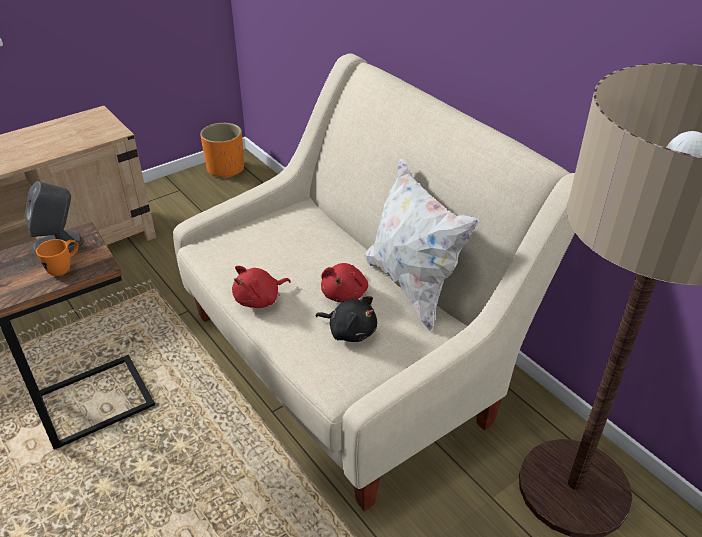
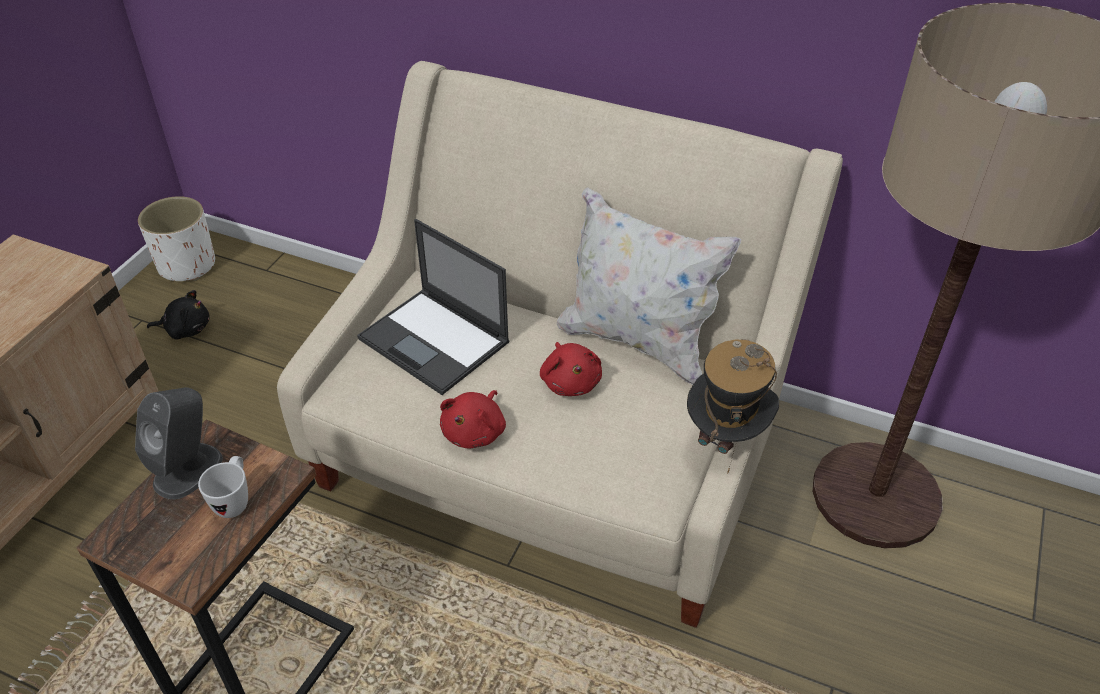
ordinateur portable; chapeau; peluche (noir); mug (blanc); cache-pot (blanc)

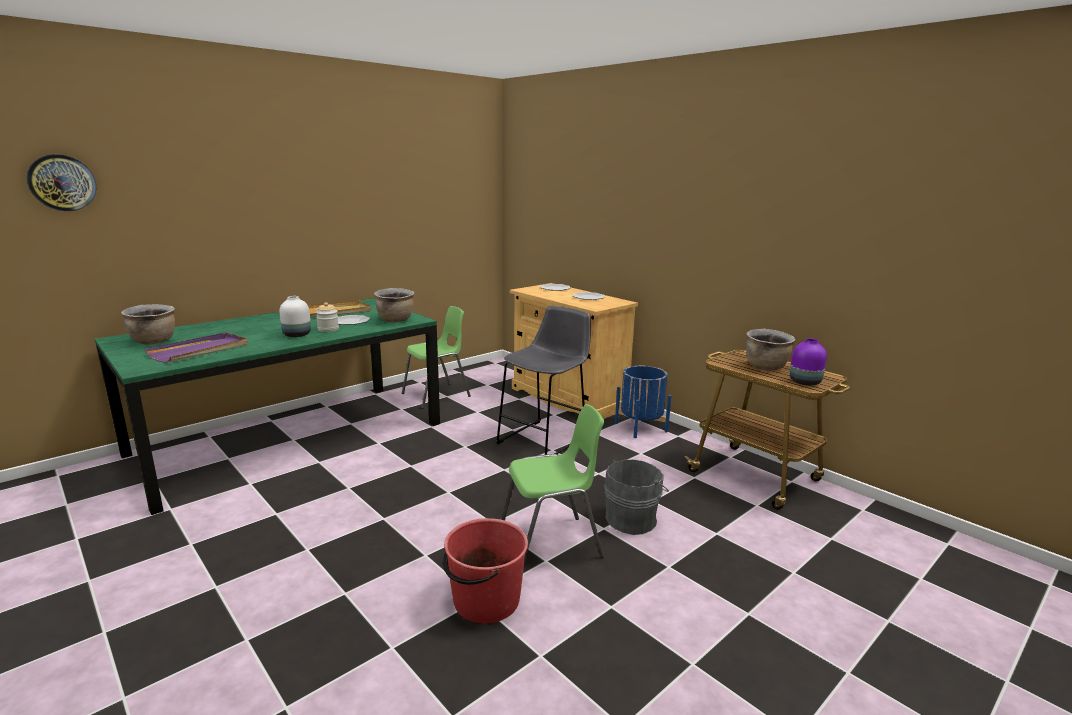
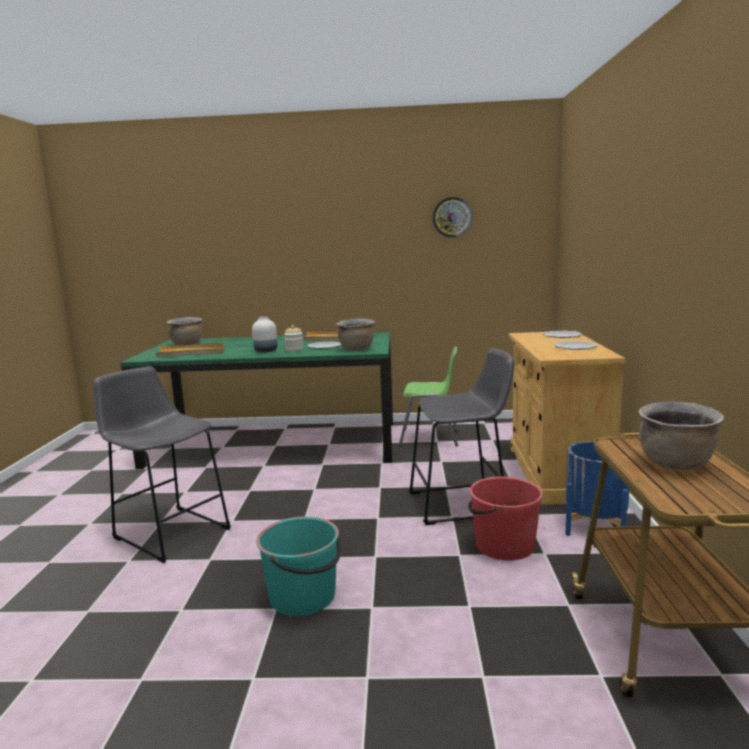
seau (gris); vase (violet); tabouret (gris) (no. 1 from left); horloge murale; seau (rouge); seau (turquoise); plateau (beige) (no. 1 from left)

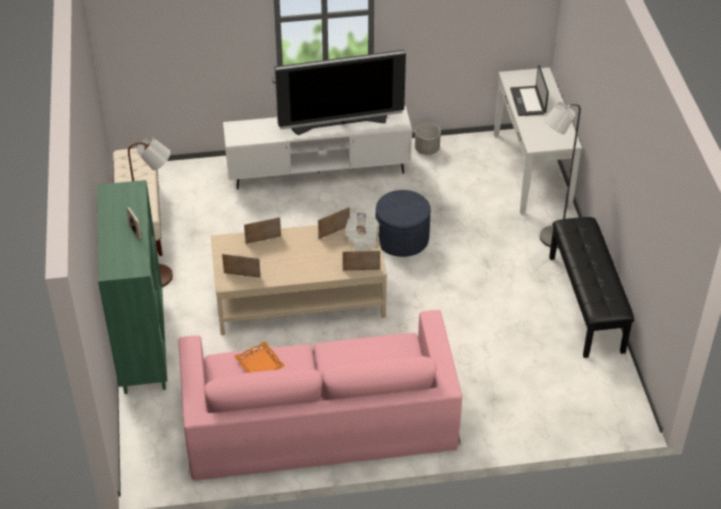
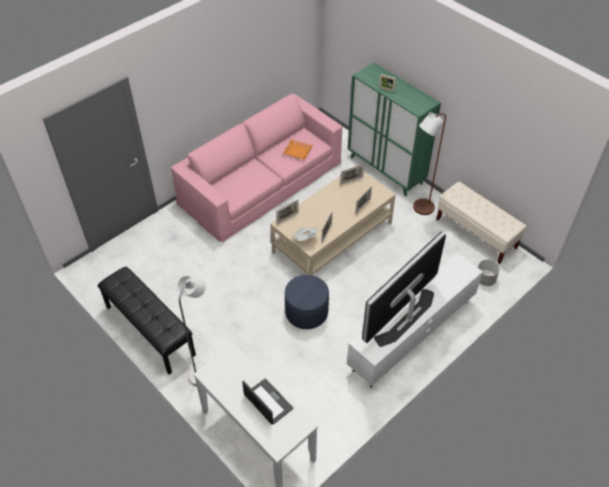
cache-pot (gris)

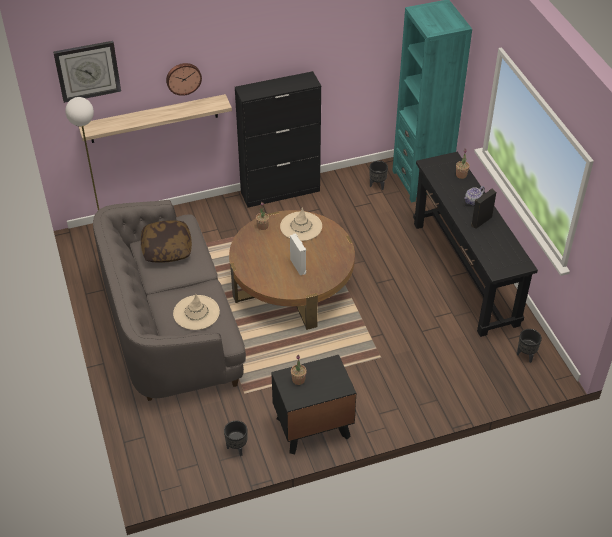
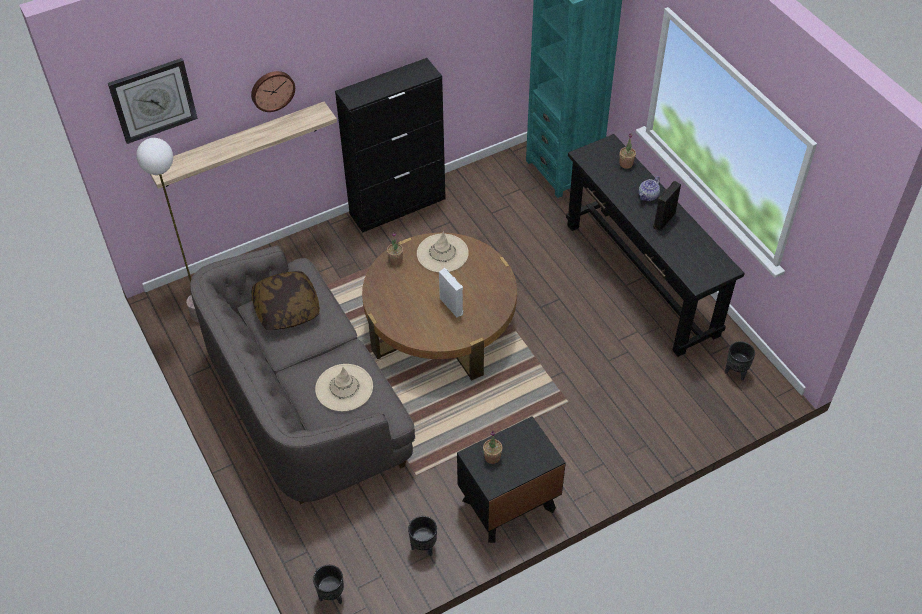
cache-pot (noir) (no. 1 from left)

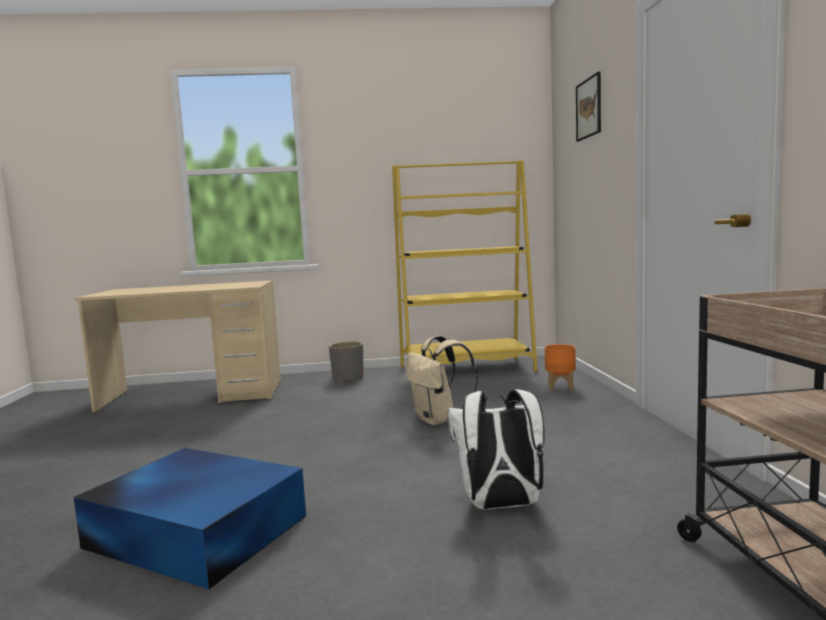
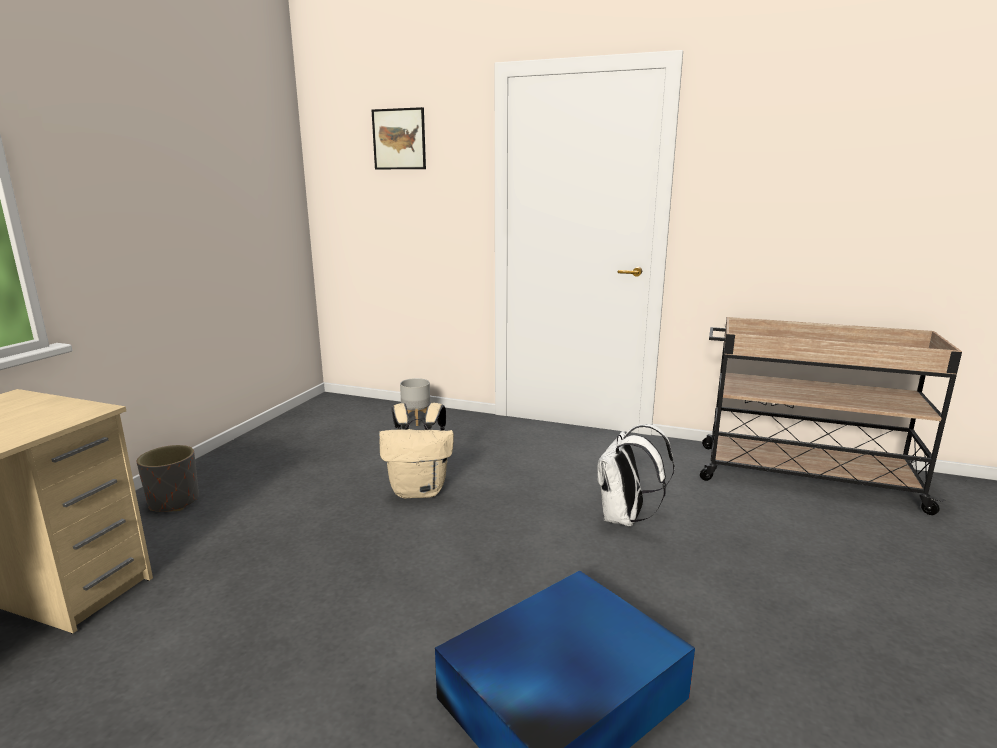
bibliothèque (jaune); cache-pot (gris) (no. 2 from left)

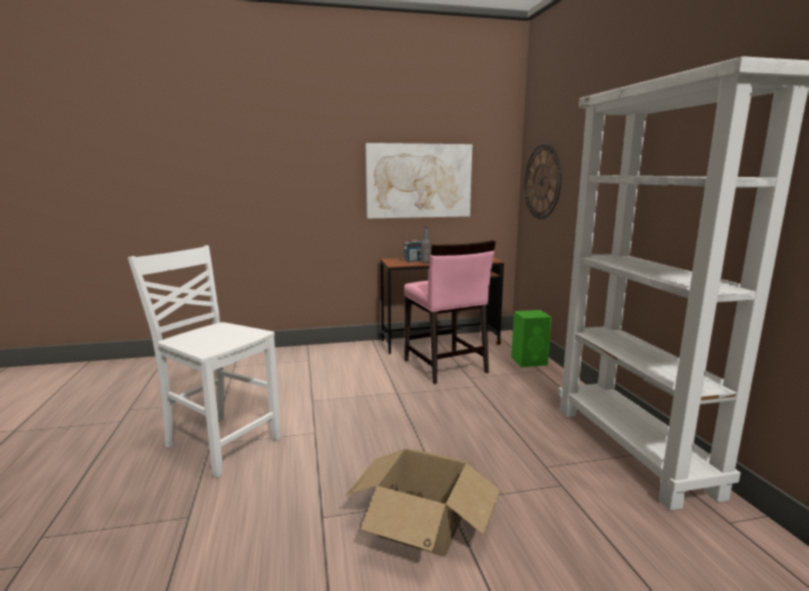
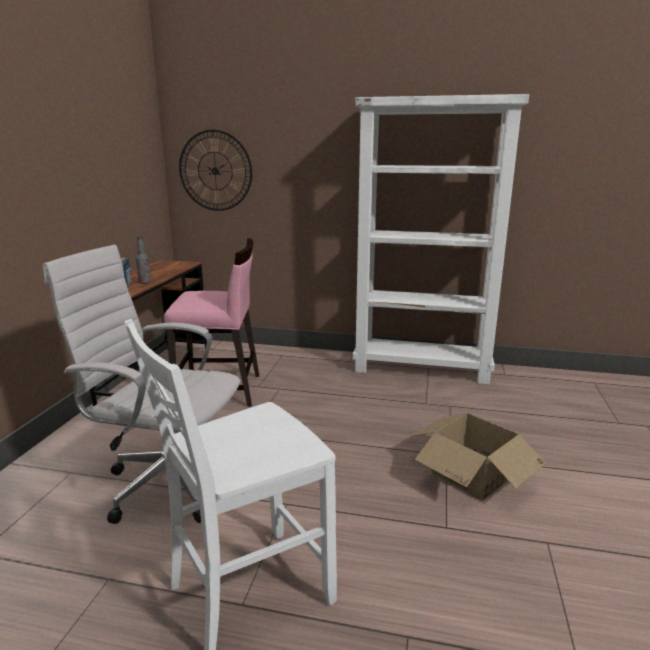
tableau; enceinte (vert); chaise de bureau (blanc)

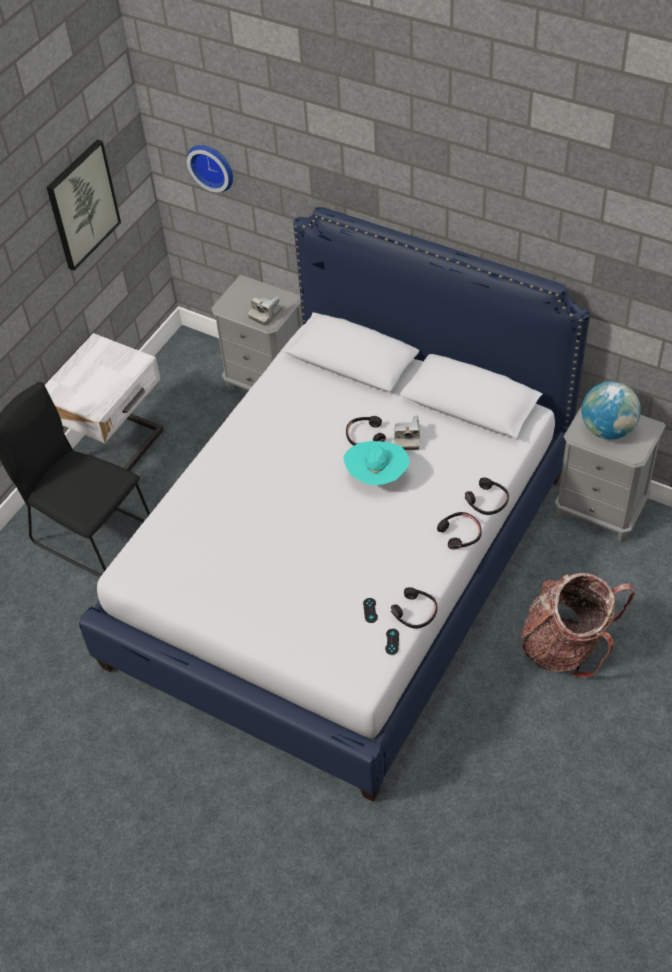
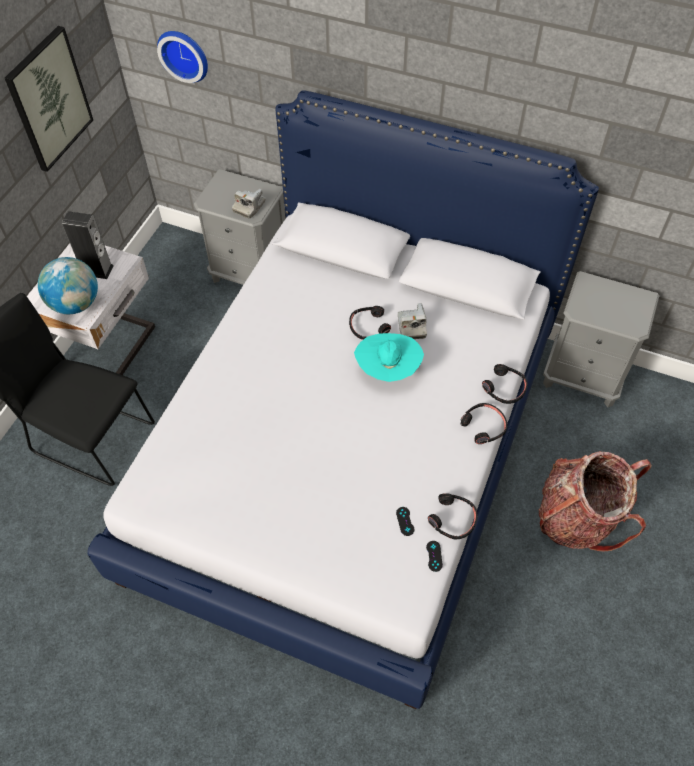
enceinte; globe

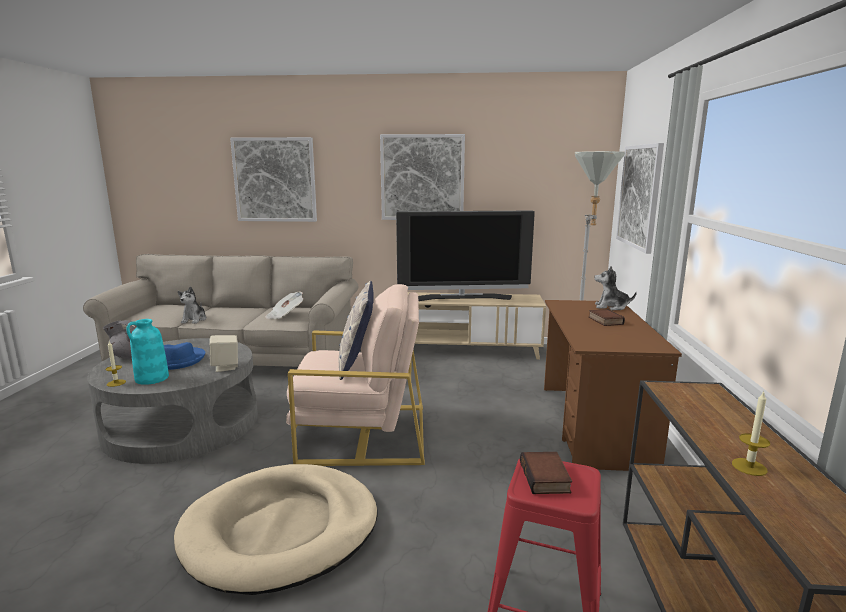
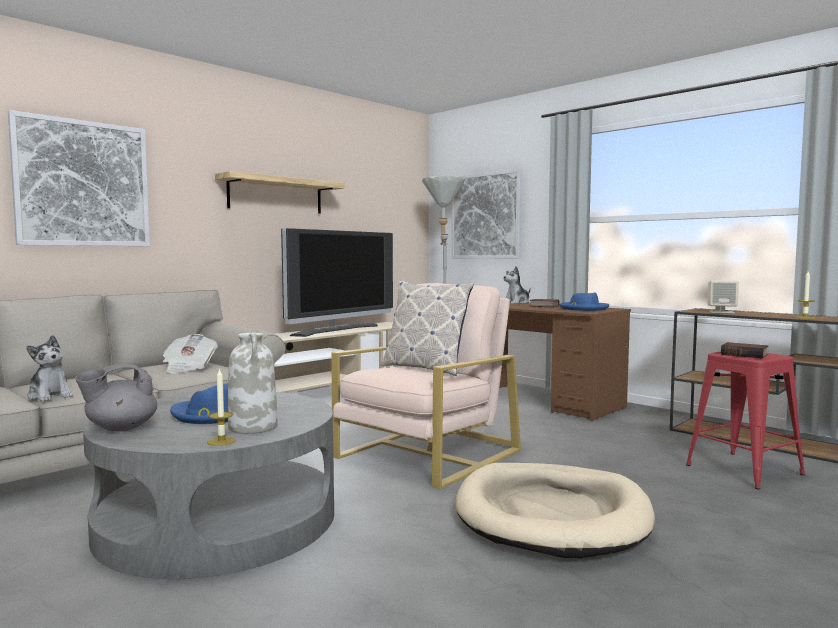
chapeau (bleu) (no. 2 from left); enceinte (beige); étagère; vase (blanc)

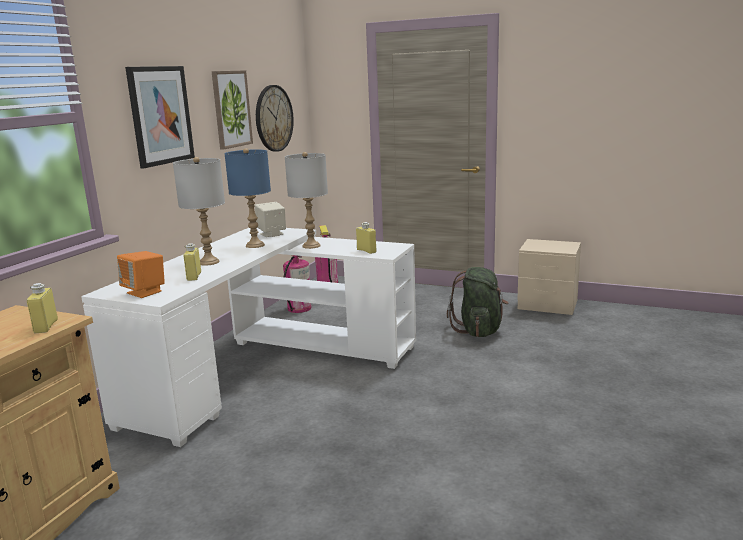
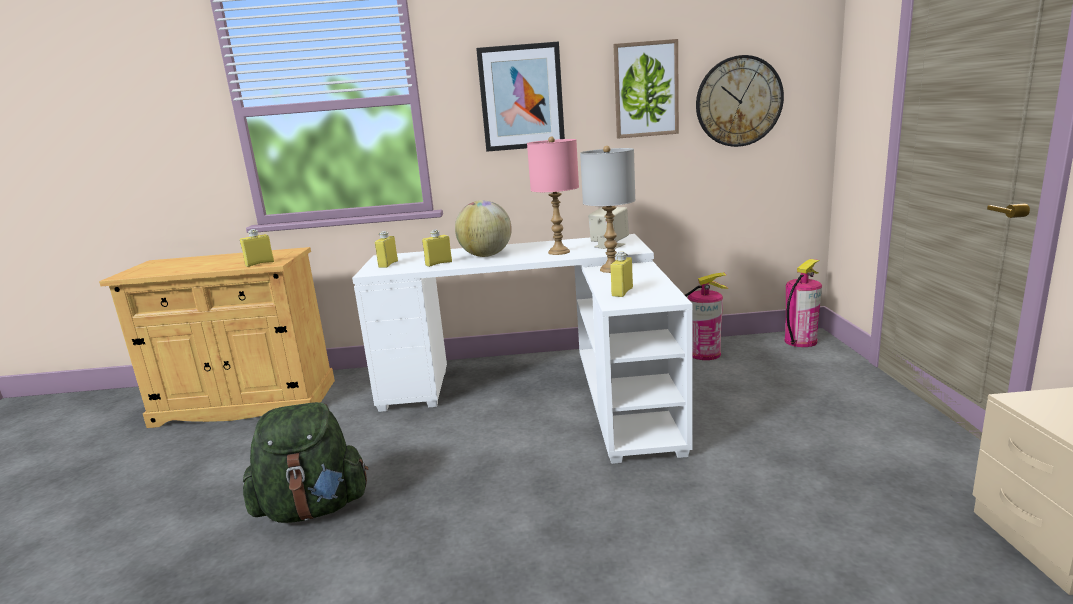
sac à dos (vert); bouteille (jaune) (no. 2 from left); globe; lampe de table (rose)

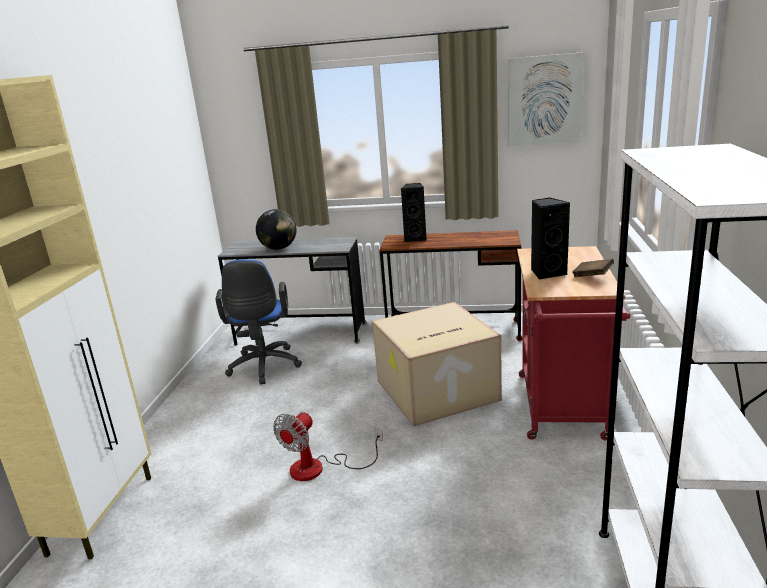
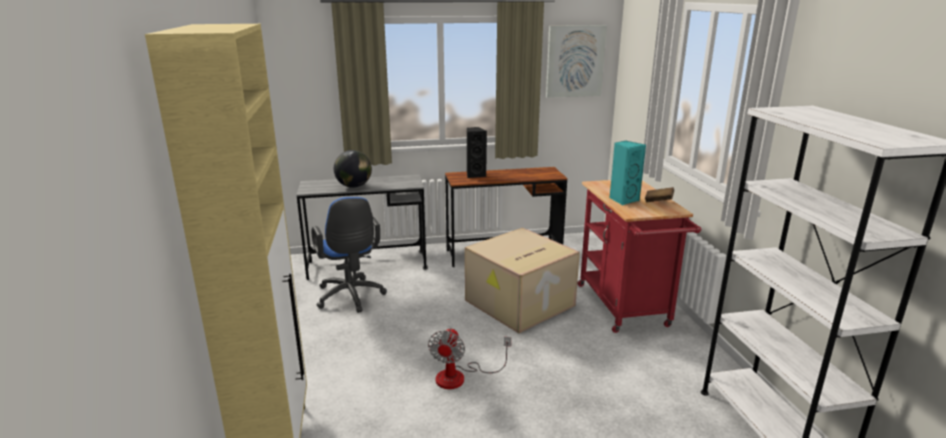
enceinte (turquoise)

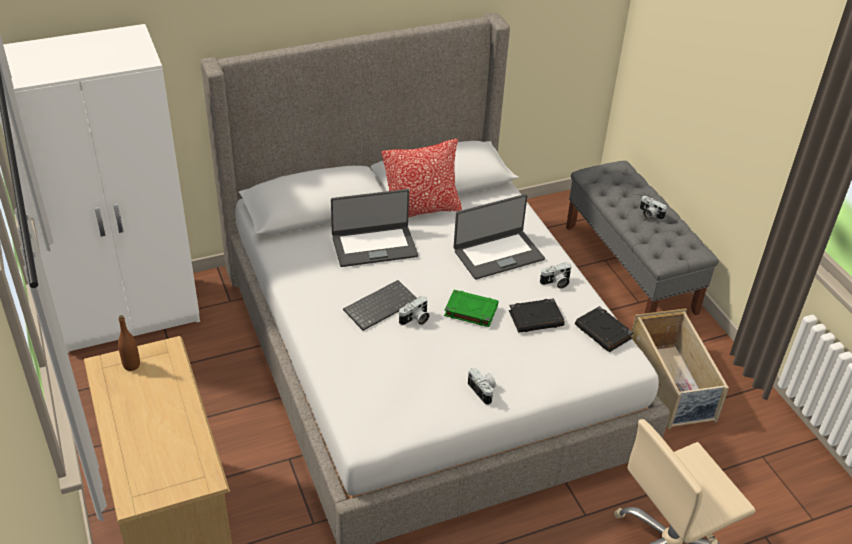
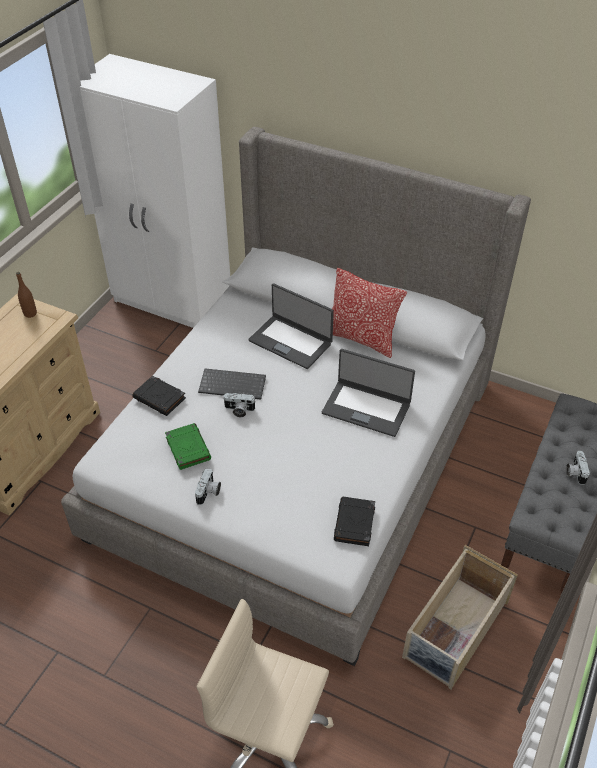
appareil photo (no. 3 from left in the first image); livre (vert); livre (noir) (no. 1 from left)

